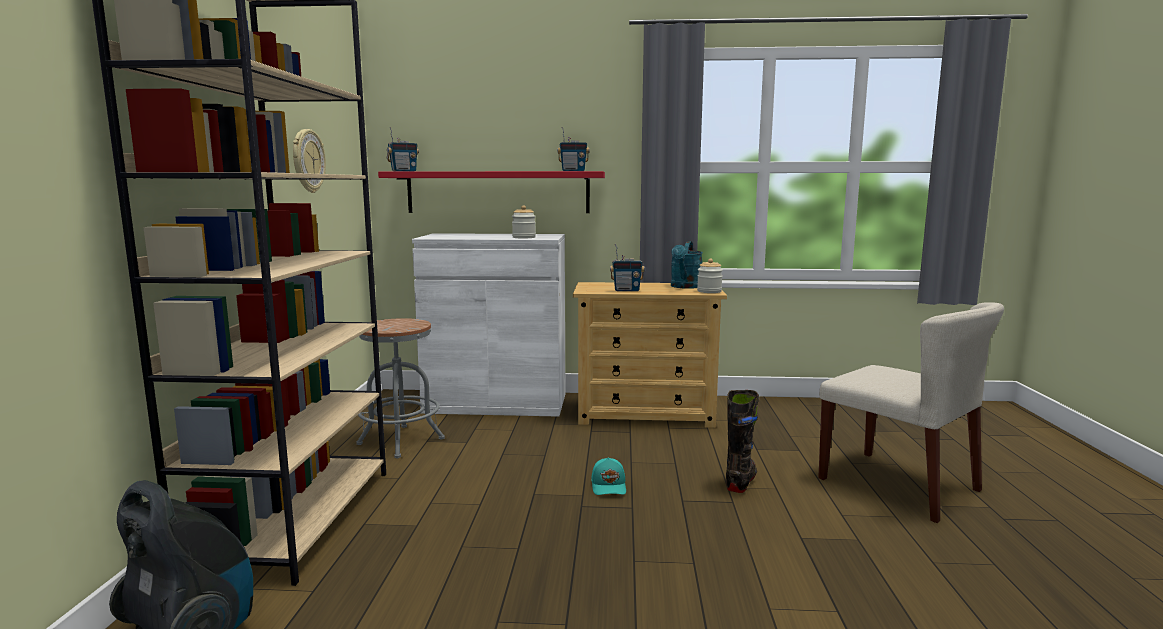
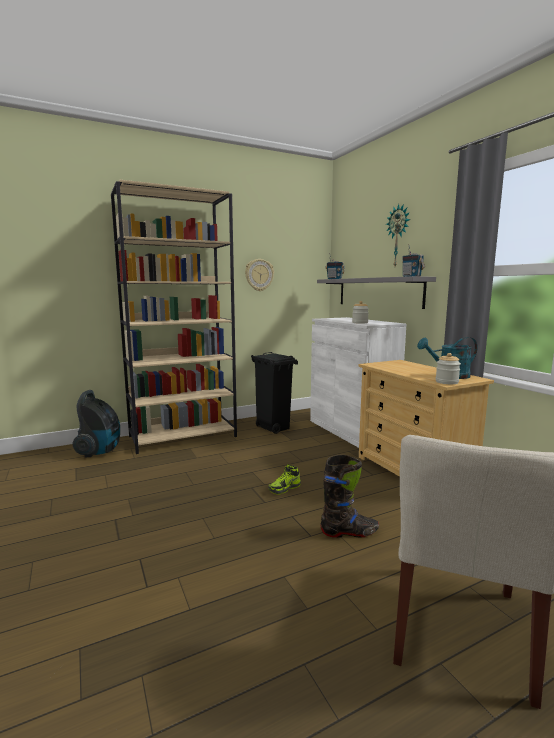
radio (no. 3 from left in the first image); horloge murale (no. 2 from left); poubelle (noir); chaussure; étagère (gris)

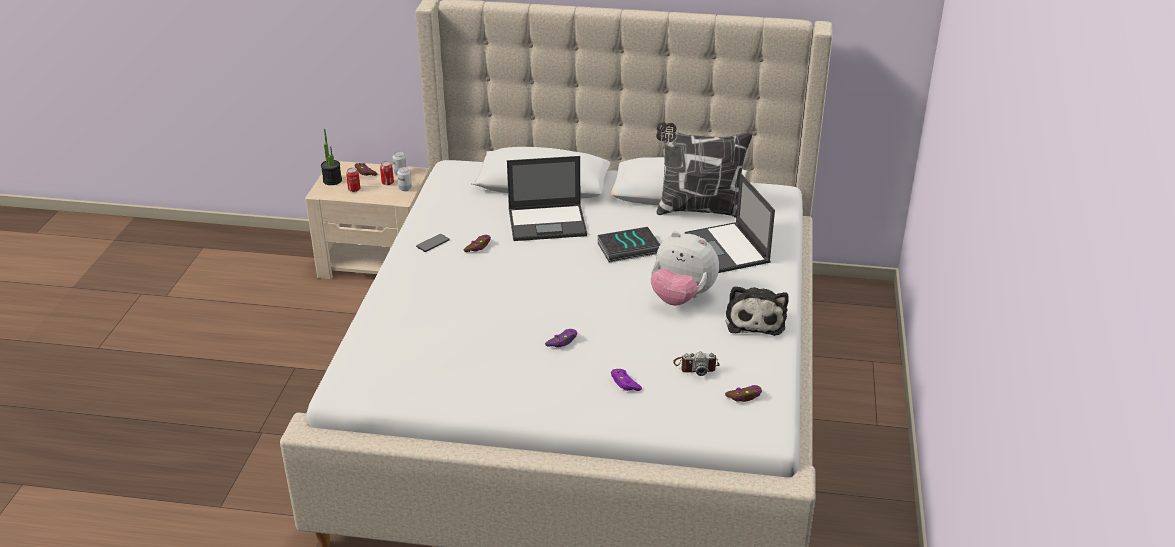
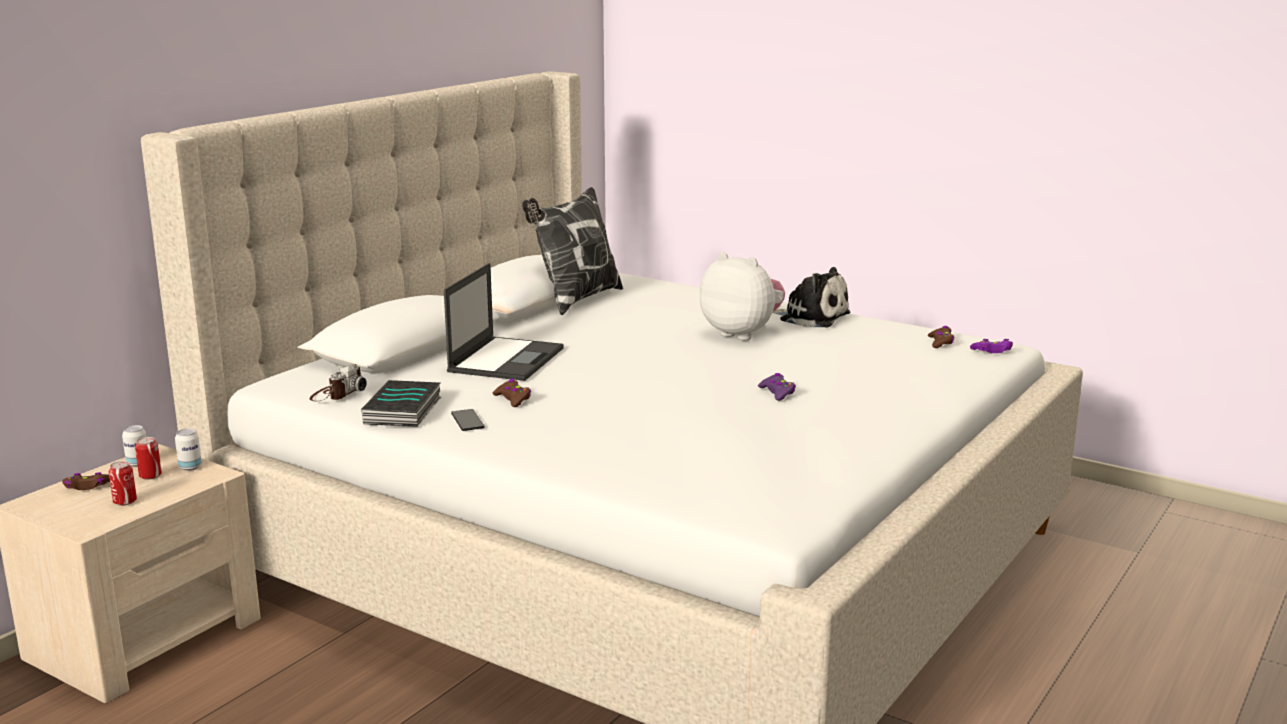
plante en pot; ordinateur portable (no. 2 from left in the first image); livre; manette (violet) (no. 2 from left); appareil photo; peluche (no. 1 from left)

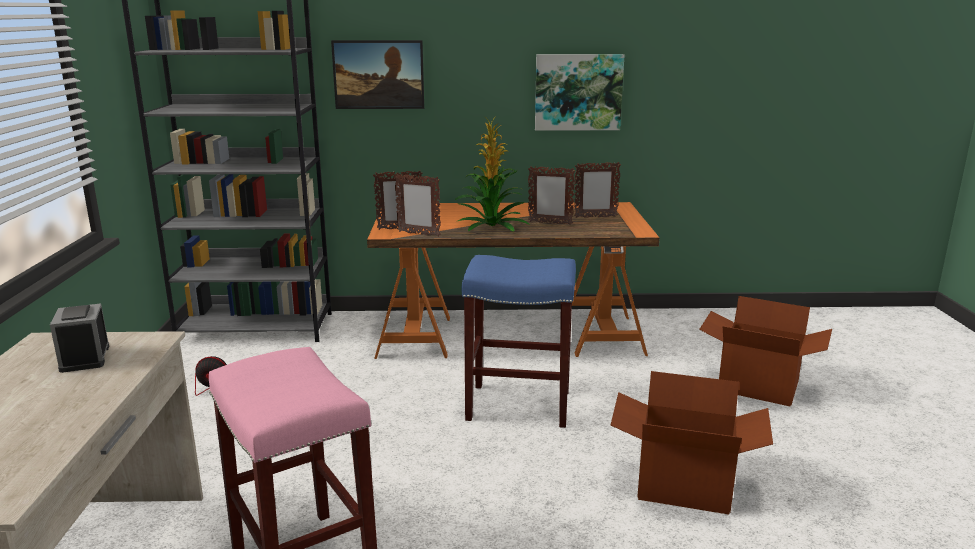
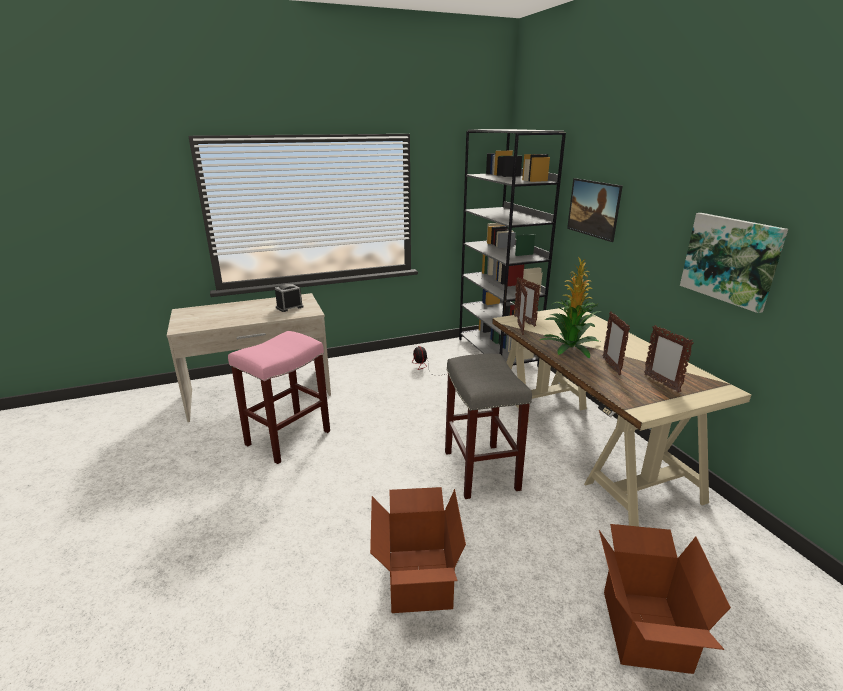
bureau (beige) (no. 2 from left); tabouret (gris)

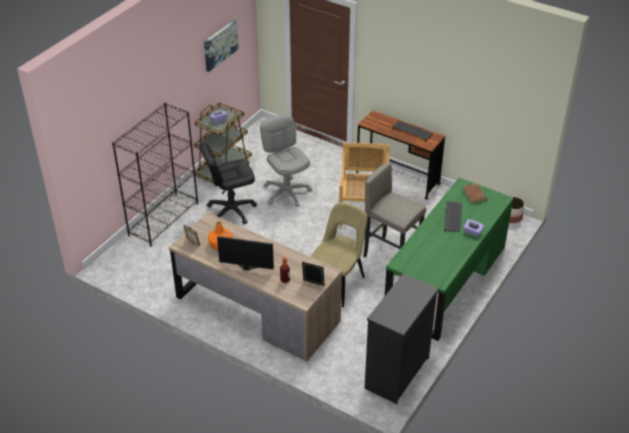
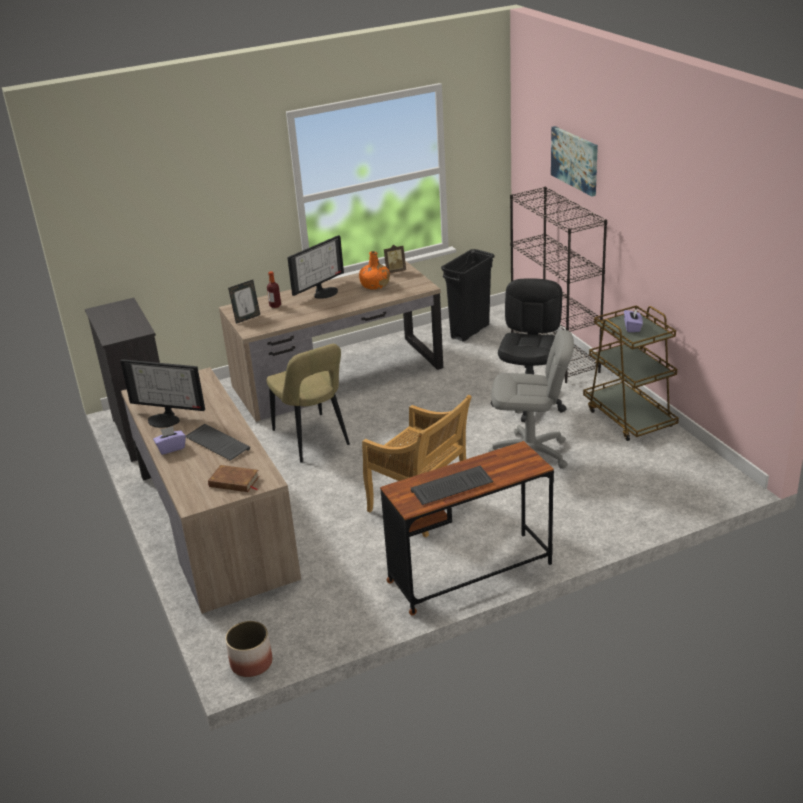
tabouret (gris); écran d'ordinateur (no. 1 from left); poubelle (noir); tableau; bureau (marron) (no. 1 from left)

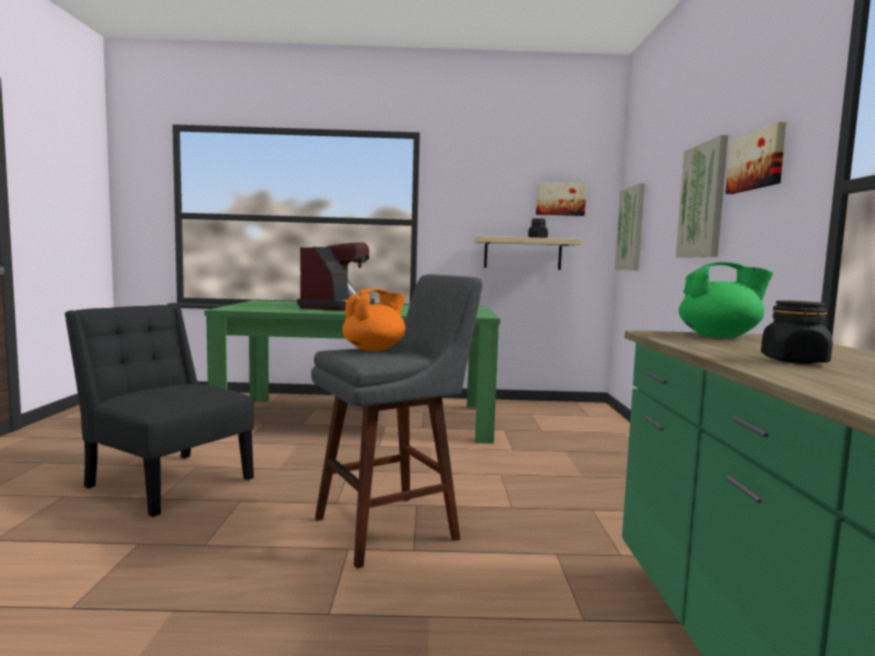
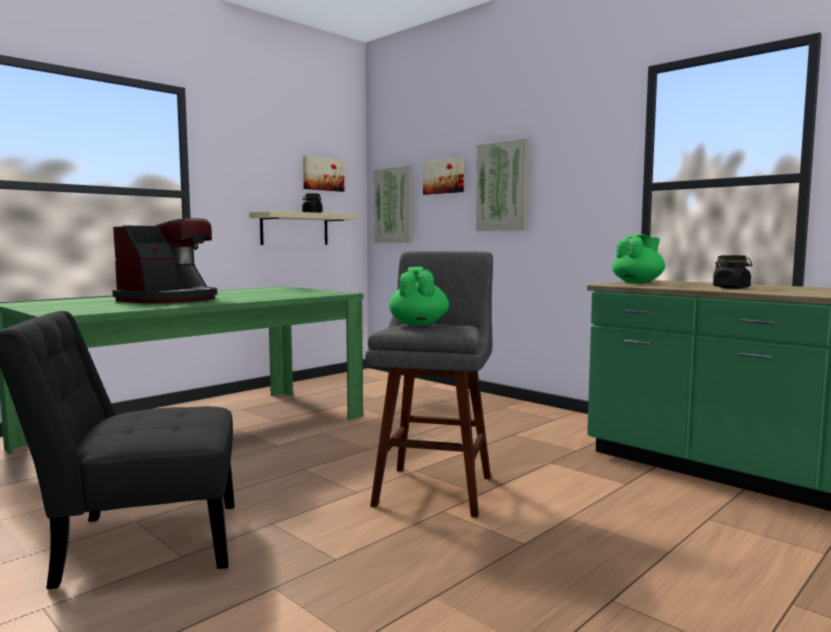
tableau (no. 3 from left); théière (vert) (no. 1 from left); machine à café

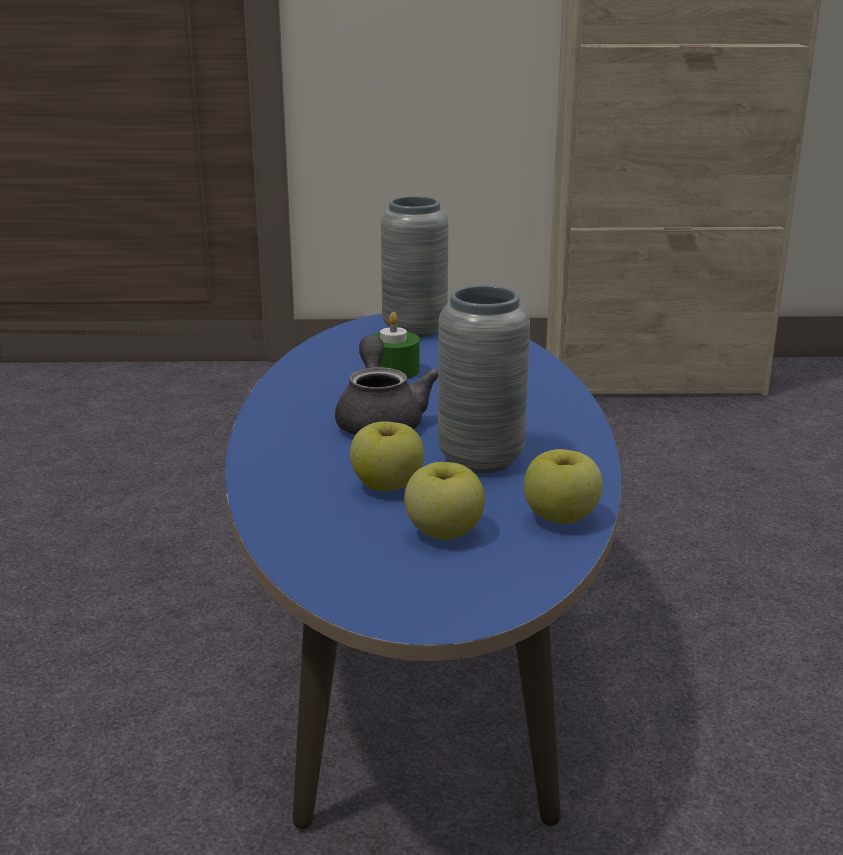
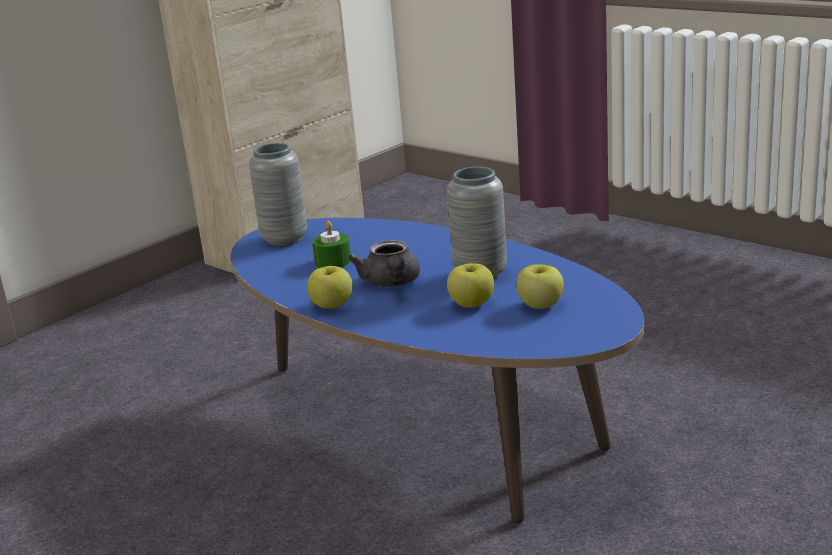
pomme (no. 1 from left); théière (gris)

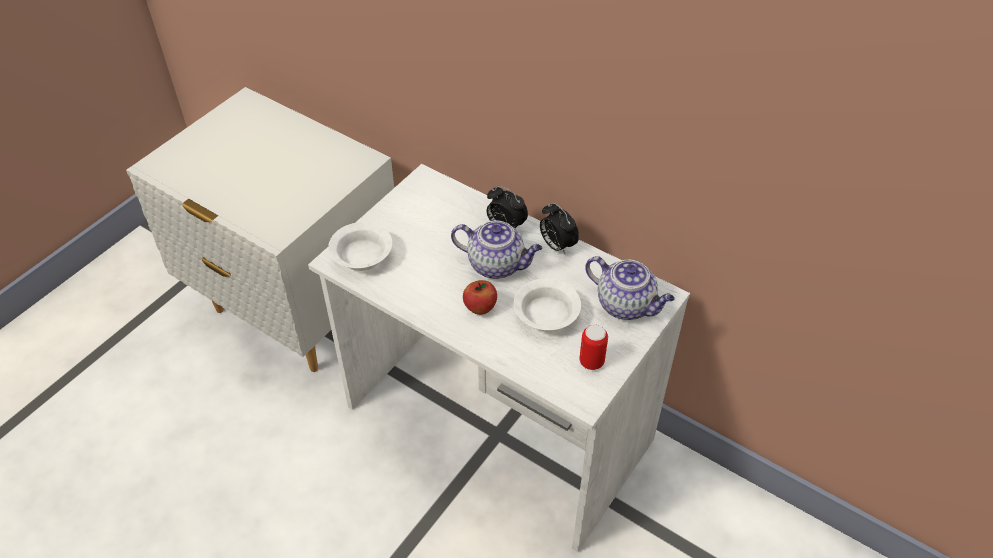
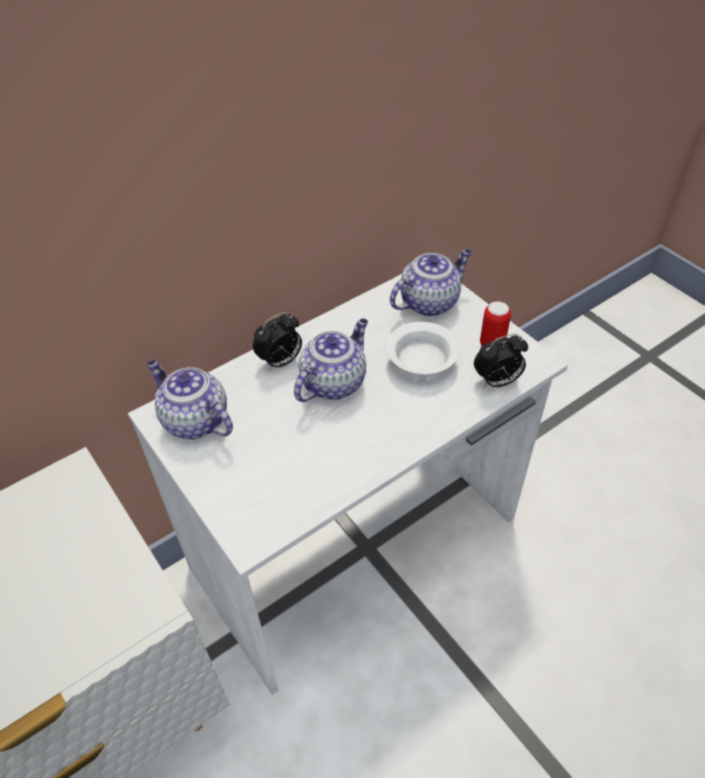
bol (blanc) (no. 1 from left in the first image); pomme; théière (no. 1 from left); réveil (no. 2 from left)

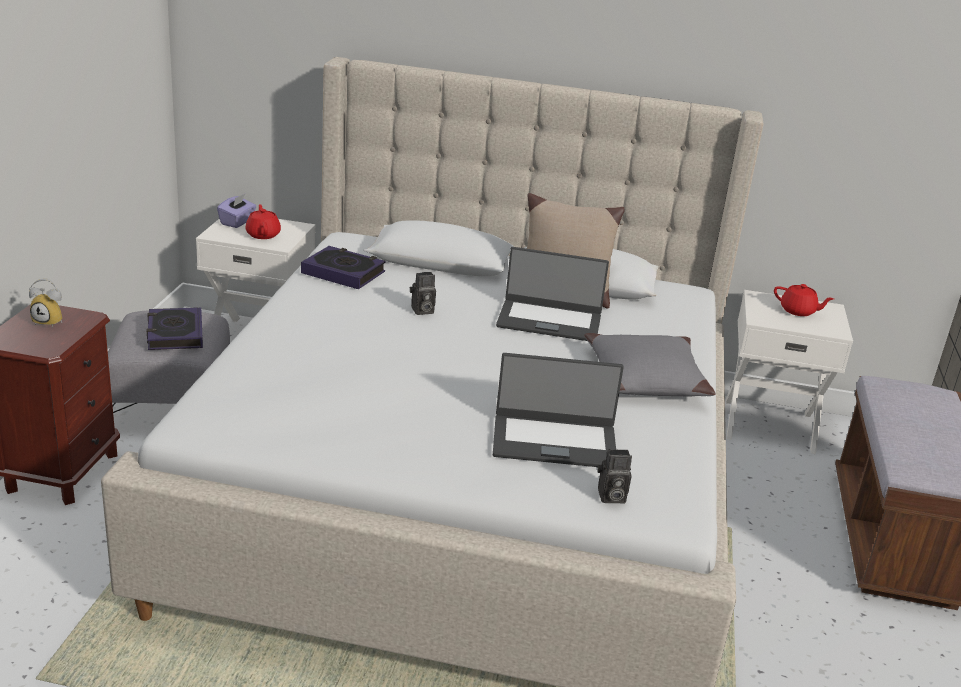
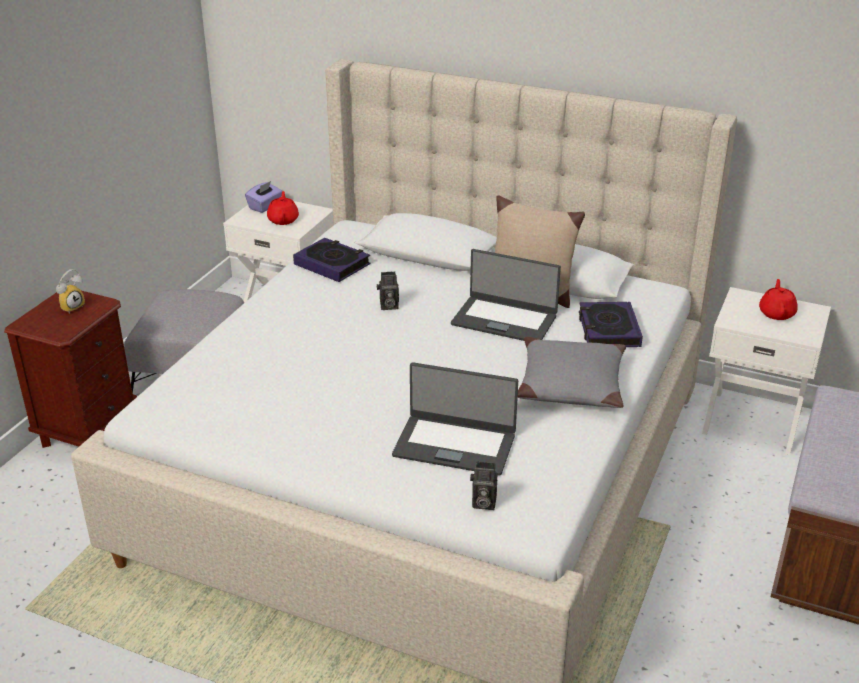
livre (no. 2 from left); réveil; théière (rouge) (no. 2 from left)

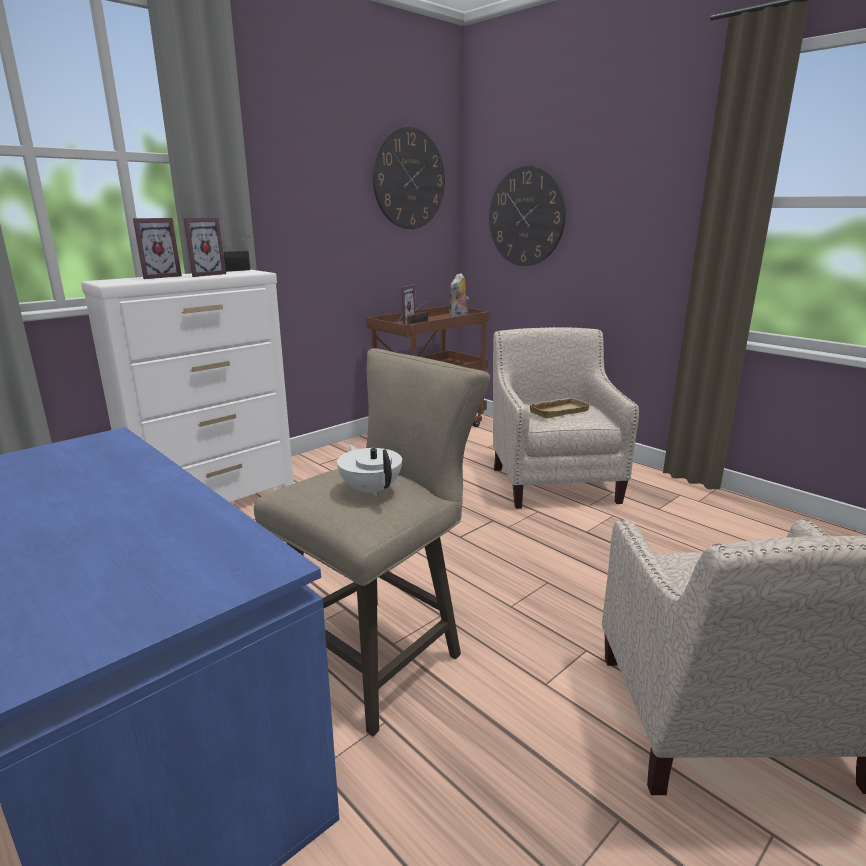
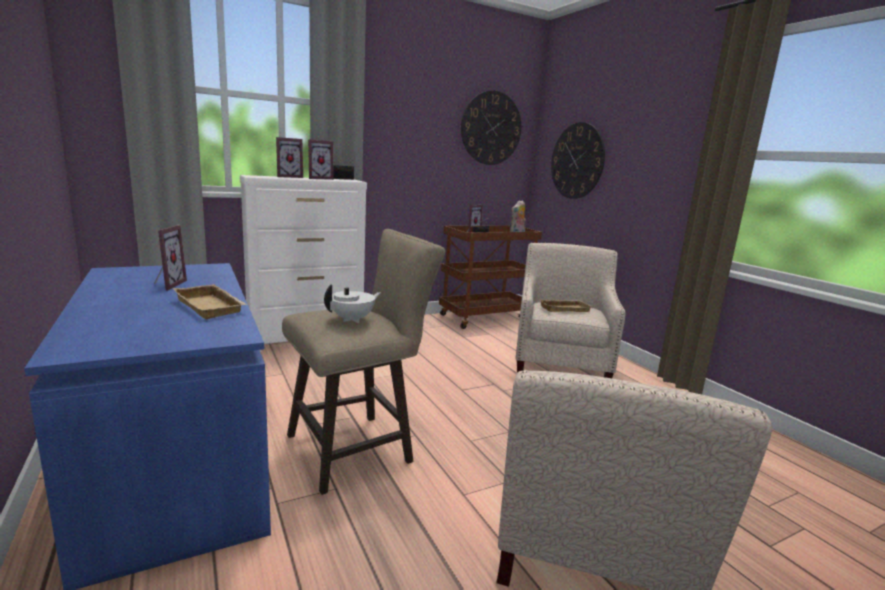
cadre photo (no. 1 from left); plateau (beige) (no. 1 from left); théière (blanc)

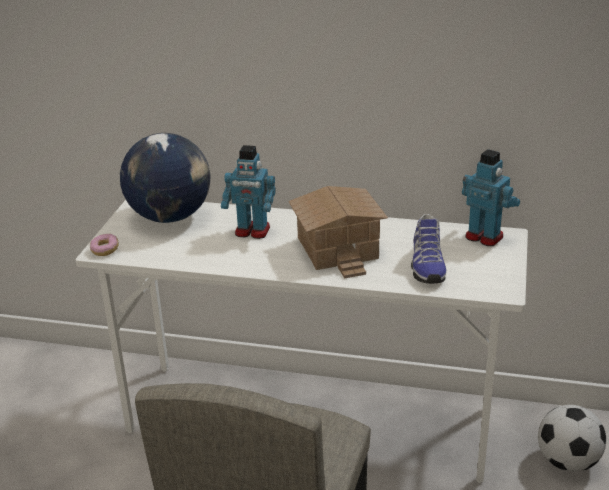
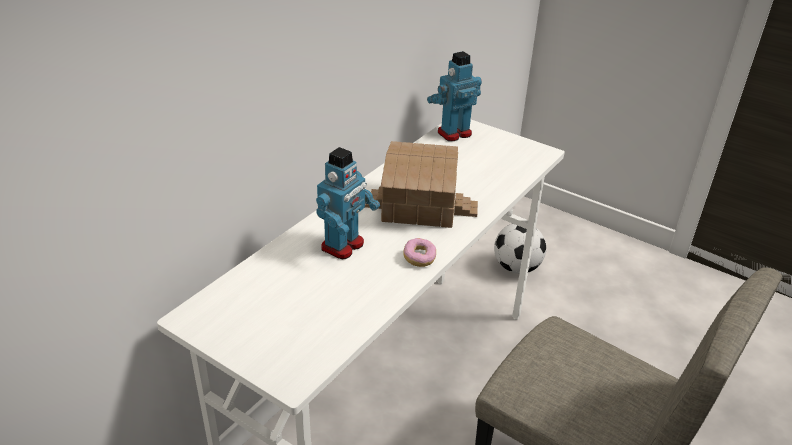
globe; chaussure; beignet

